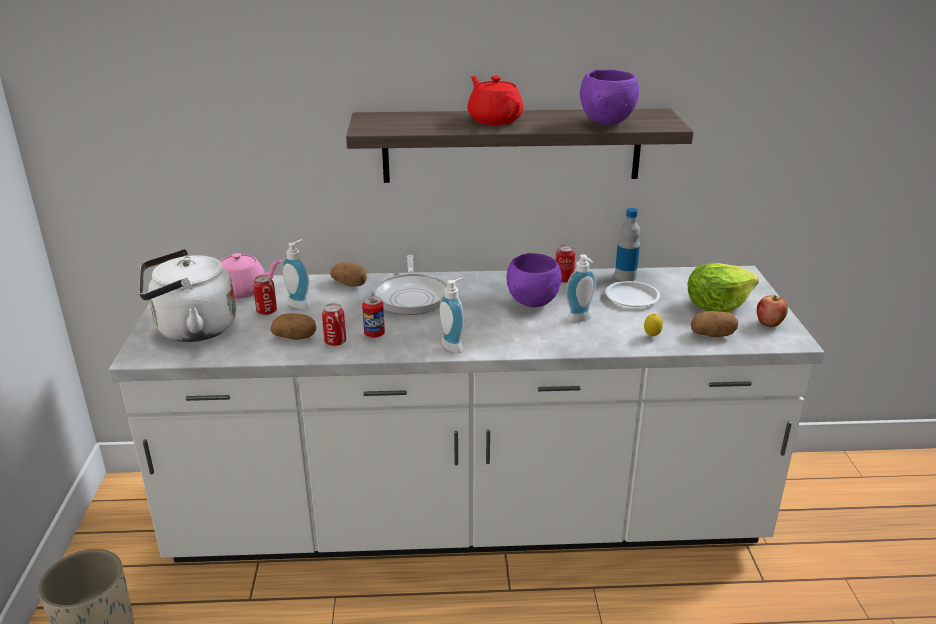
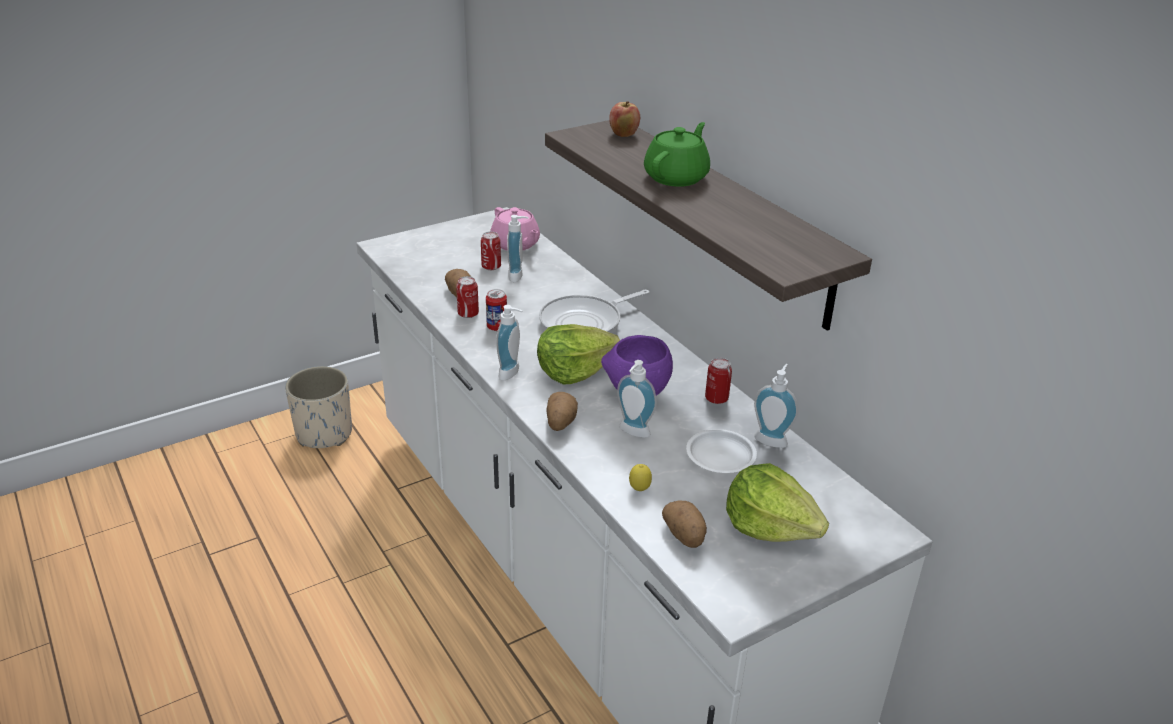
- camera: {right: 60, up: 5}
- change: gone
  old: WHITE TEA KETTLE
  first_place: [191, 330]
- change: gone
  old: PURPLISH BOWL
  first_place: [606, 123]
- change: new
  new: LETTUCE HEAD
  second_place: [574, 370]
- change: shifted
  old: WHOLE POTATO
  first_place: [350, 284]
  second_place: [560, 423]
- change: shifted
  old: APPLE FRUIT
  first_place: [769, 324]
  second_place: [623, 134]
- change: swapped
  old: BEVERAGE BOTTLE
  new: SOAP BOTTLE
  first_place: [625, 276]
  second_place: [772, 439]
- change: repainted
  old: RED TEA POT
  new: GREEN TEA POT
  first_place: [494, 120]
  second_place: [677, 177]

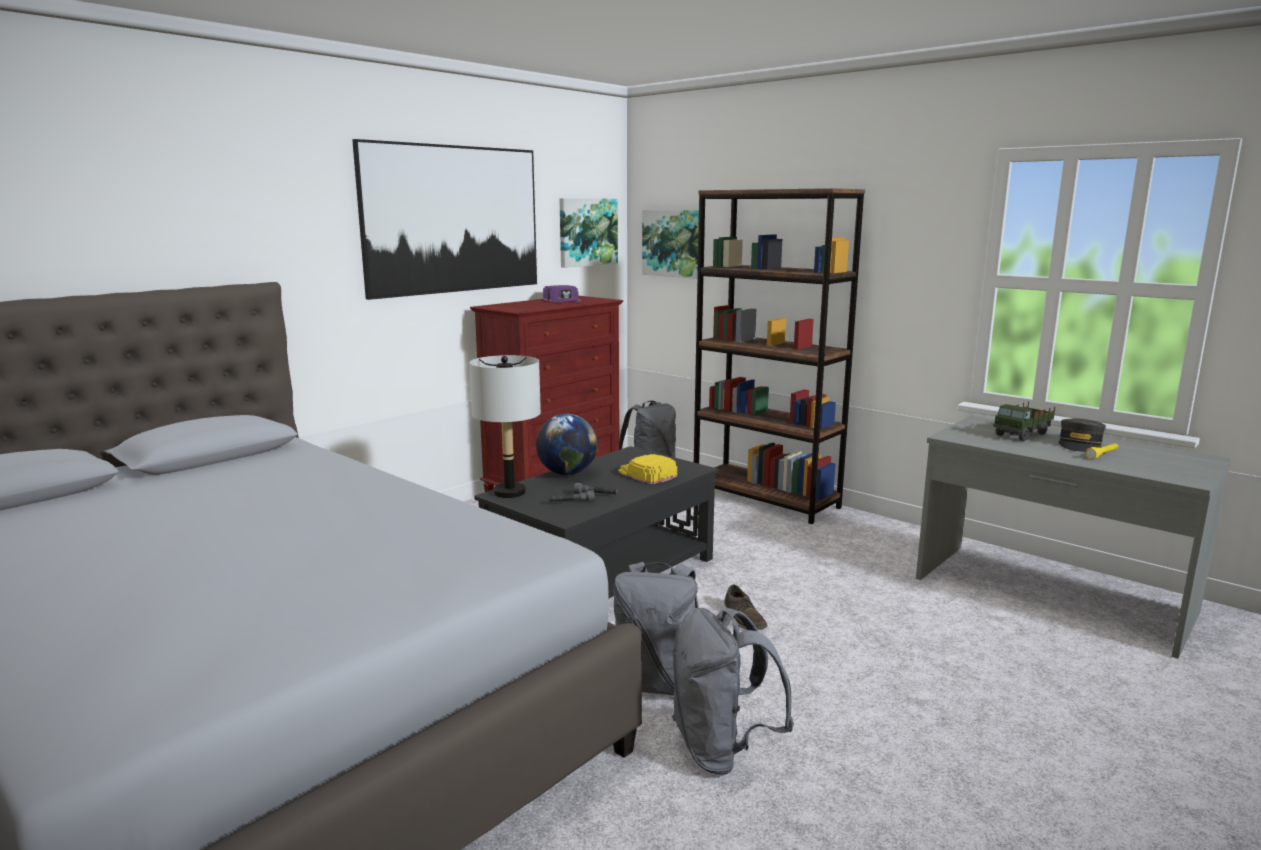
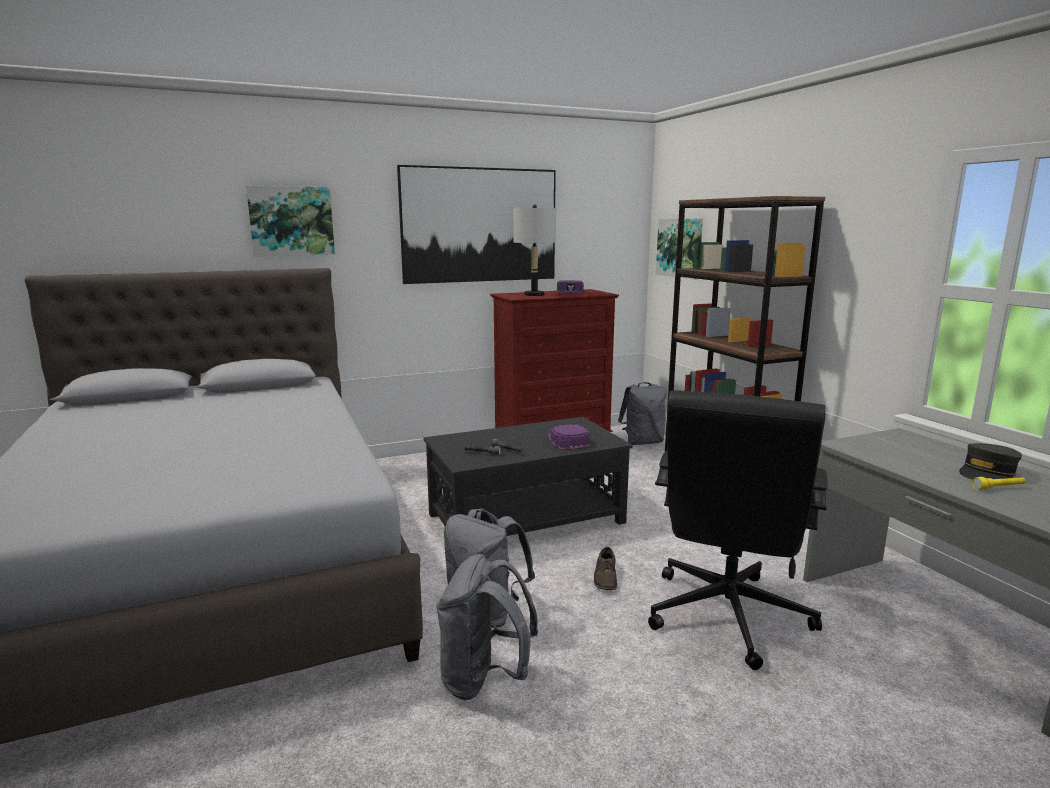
- camera: {right: 25, up: 0}
- change: gone
  old: WORLD GLOBE
  first_place: [567, 473]
- change: gone
  old: MODEL TRUCK
  first_place: [1022, 434]
- change: new
  new: BLACK DESK CHAIR
  second_place: [728, 613]
- change: shifted
  old: GRAY TABLE LAMP
  first_place: [509, 492]
  second_place: [534, 295]
- change: shifted
  old: WALL ART
  first_place: [587, 232]
  second_place: [291, 221]
- change: repainted
  old: YELLOW-COLOURED CAP
  new: PURPLISH CAP
  first_place: [646, 474]
  second_place: [567, 440]

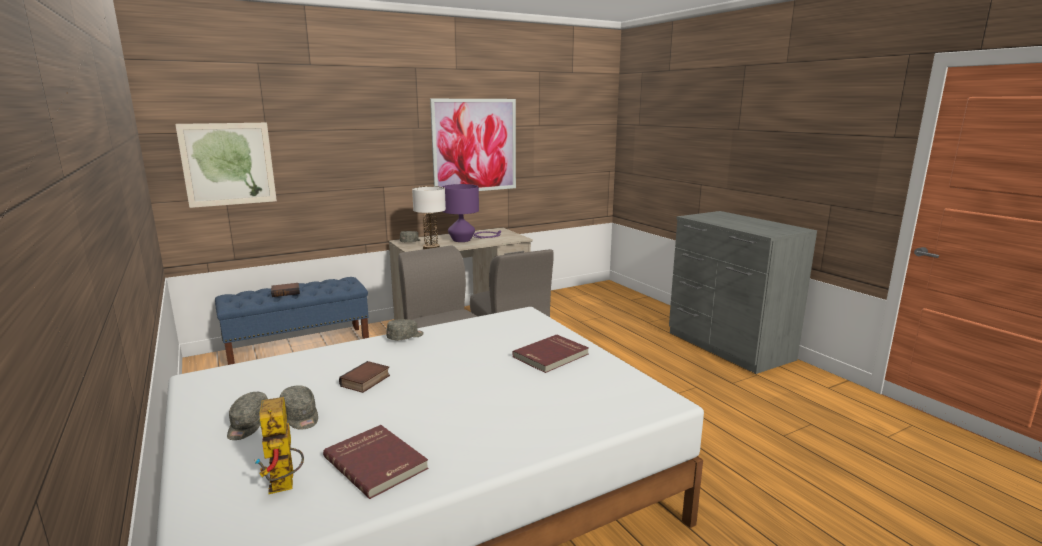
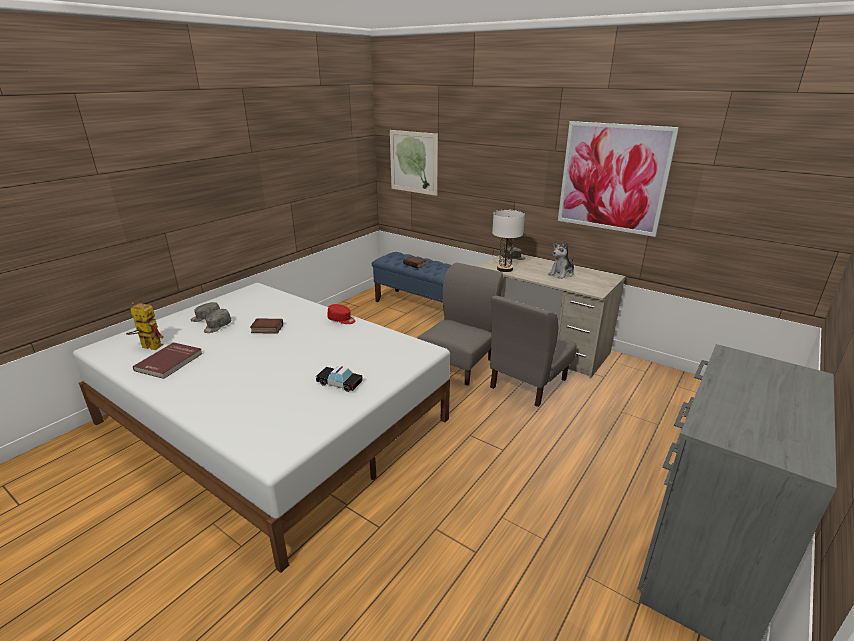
- camera: {right: 65, up: 10}
- change: swapped
  old: PURPLISH TABLE LAMP
  new: SOFT TOY
  first_place: [471, 238]
  second_place: [561, 274]
- change: swapped
  old: RED BOOK
  new: MINIATURE CAR
  first_place: [551, 356]
  second_place: [339, 383]
- change: repainted
  old: GRAY CAP
  new: RED CAP
  first_place: [405, 337]
  second_place: [341, 320]
- change: rotated
  old: TOY ROBOT
  first_place: [285, 486]
  second_place: [147, 346]
  degrees: 60

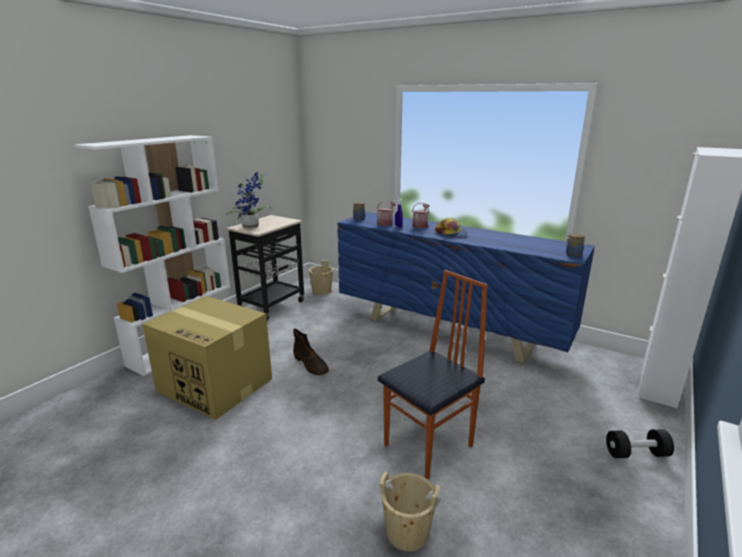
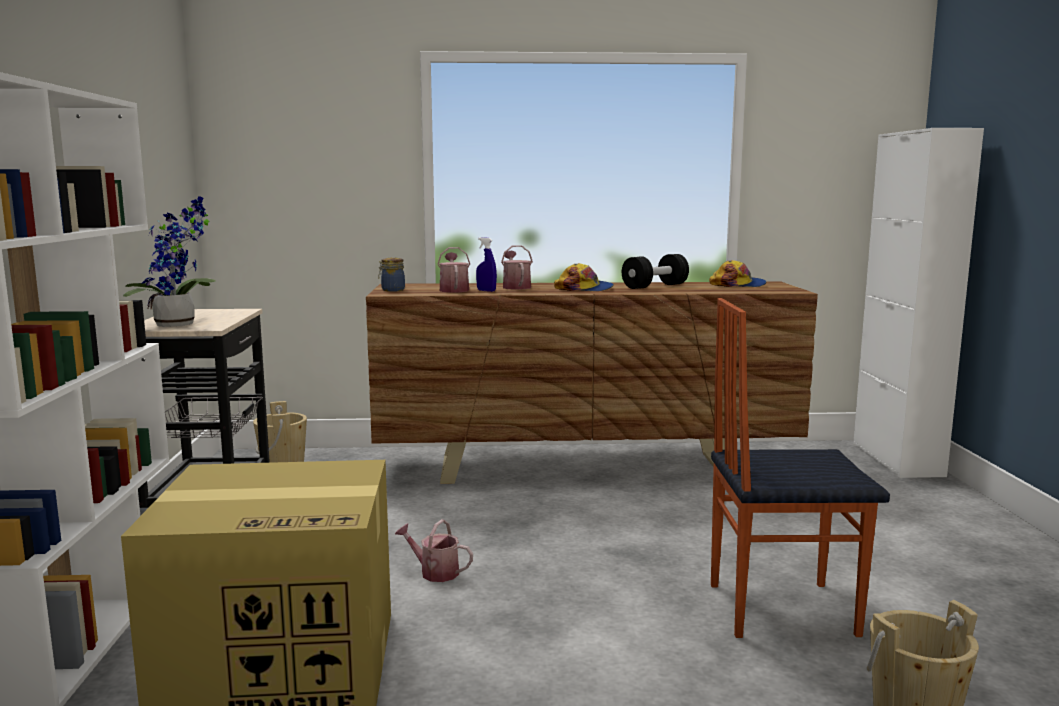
- camera: {right: -35, up: -10}
- change: gone
  old: JAR
  first_place: [572, 255]
- change: new
  new: CAP
  second_place: [738, 285]
- change: shifted
  old: BLACK HAND WEIGHT
  first_place: [636, 453]
  second_place: [655, 286]
- change: swapped
  old: BROWN HIGH-TOP BOOT
  new: WATERING POT
  first_place: [311, 365]
  second_place: [435, 572]
- change: repainted
  old: BLUISH STORAGE CABINET
  new: BROWN STORAGE CABINET
  first_place: [449, 331]
  second_place: [587, 468]
- change: rotated
  old: UPRIGHT CHAIR
  first_place: [430, 446]
  second_place: [779, 608]
  degrees: -105

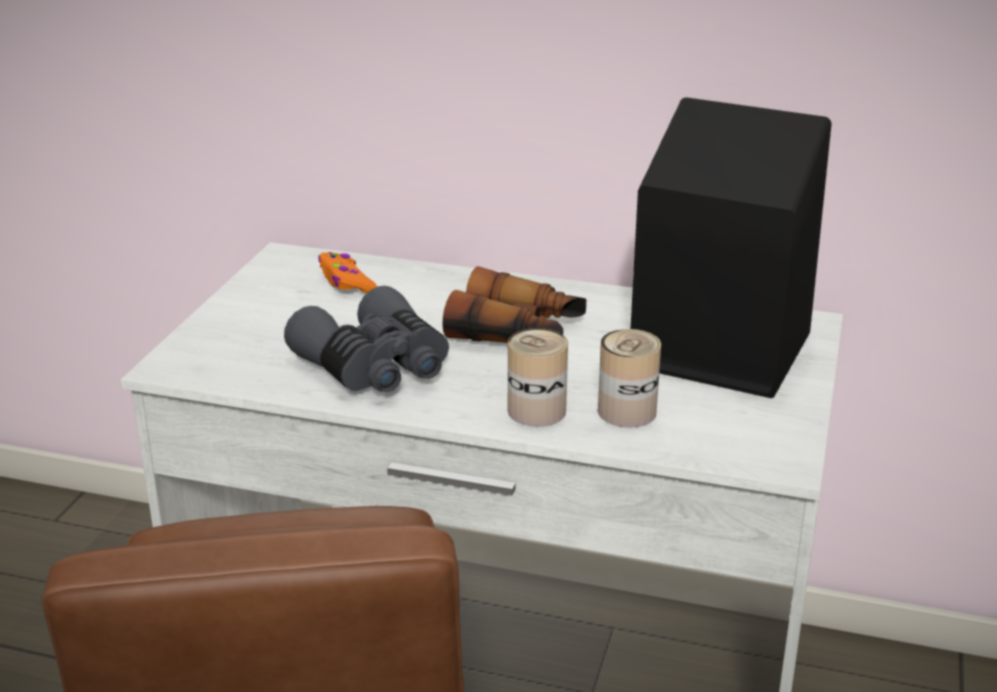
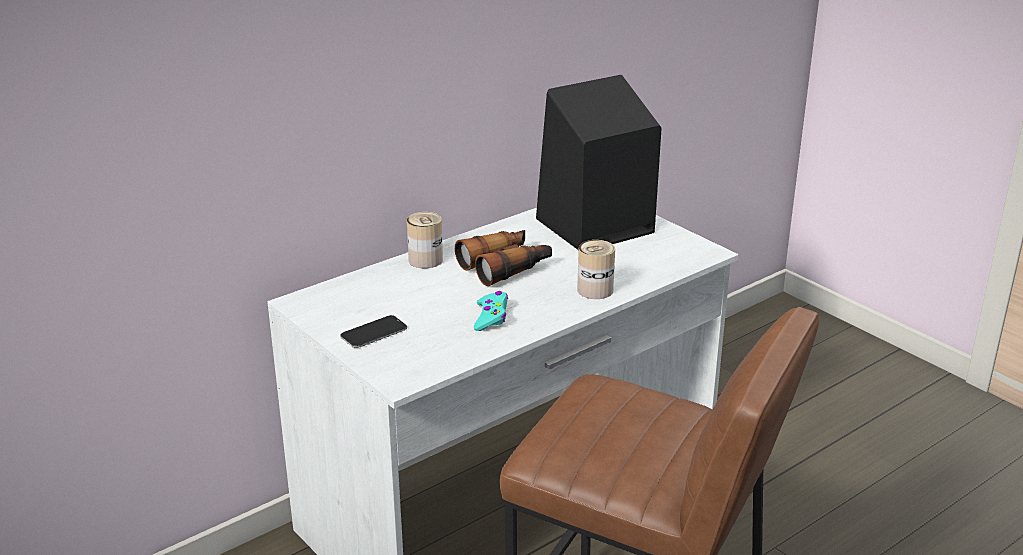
- camera: {right: -55, up: 0}
- change: gone
  old: ORANGE GAME CONTROLLER
  first_place: [346, 282]
- change: new
  new: PHONE
  second_place: [374, 333]
- change: shifted
  old: SEALED CAN
  first_place: [627, 411]
  second_place: [425, 260]
- change: swapped
  old: GRAY PAIR OF BINOCULARS
  new: TURQUOISE GAME CONTROLLER
  first_place: [376, 367]
  second_place: [491, 317]

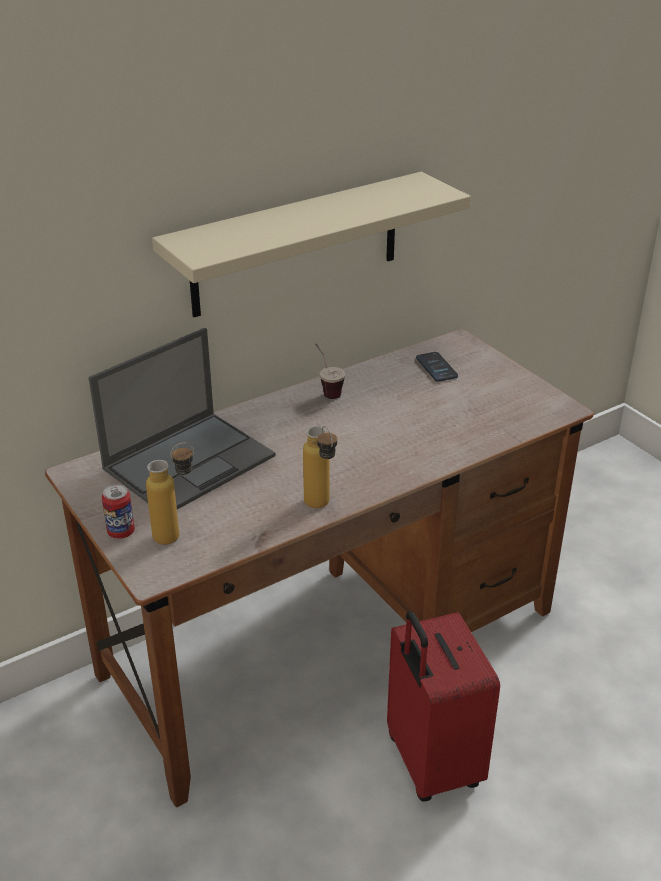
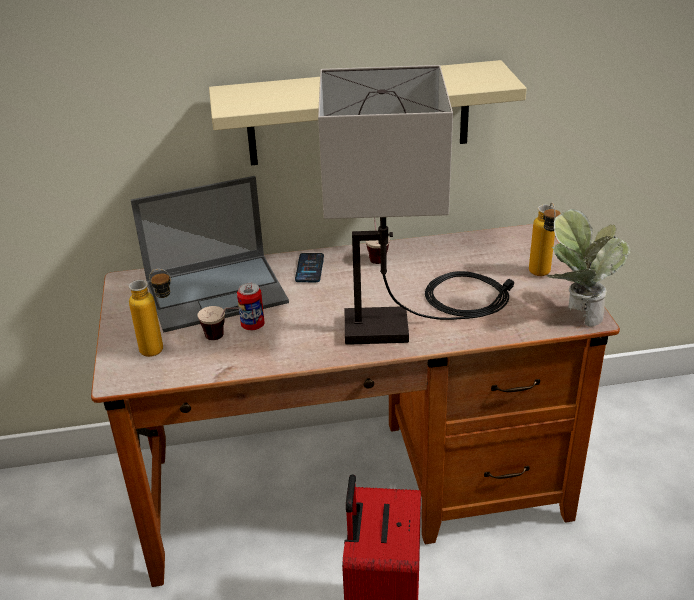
- camera: {right: 25, up: 0}
- change: new
  new: SMALL CUP
  second_place: [223, 338]
- change: new
  new: TABLE LAMP
  second_place: [418, 316]
- change: new
  new: POTTED PLANT
  second_place: [577, 313]
- change: shifted
  old: SEALED CAN
  first_place: [121, 532]
  second_place: [252, 325]
- change: shifted
  old: BEVERAGE BOTTLE
  first_place: [321, 507]
  second_place: [541, 276]
- change: shifted
  old: PHONE
  first_place: [436, 367]
  second_place: [309, 268]

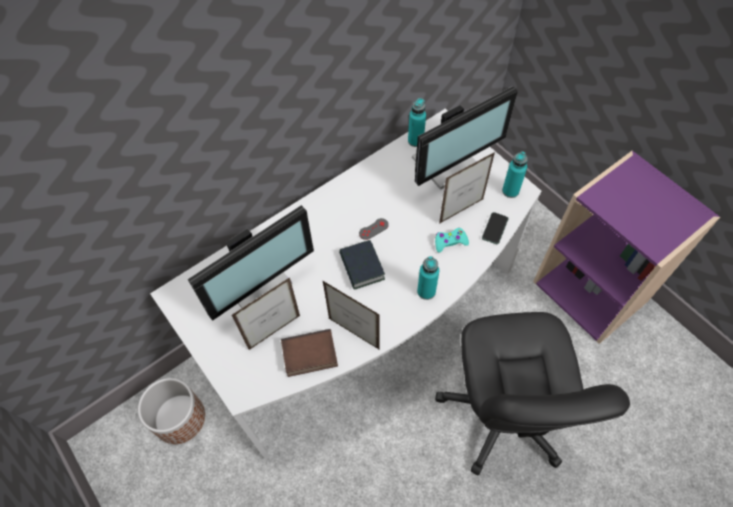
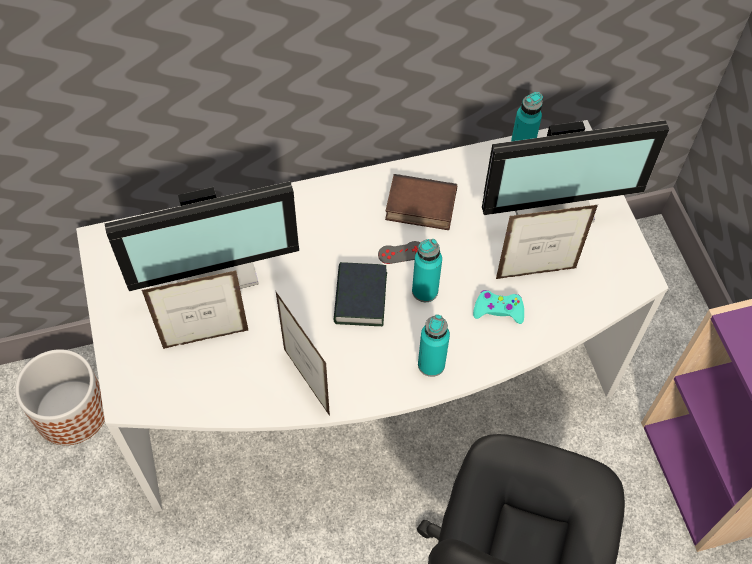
- camera: {right: 20, up: 0}
- change: gone
  old: PHONE
  first_place: [495, 228]
- change: shifted
  old: BOOK
  first_place: [309, 356]
  second_place: [419, 208]
- change: shifted
  old: TURQUOISE BEVERAGE BOTTLE
  first_place: [510, 191]
  second_place: [425, 291]

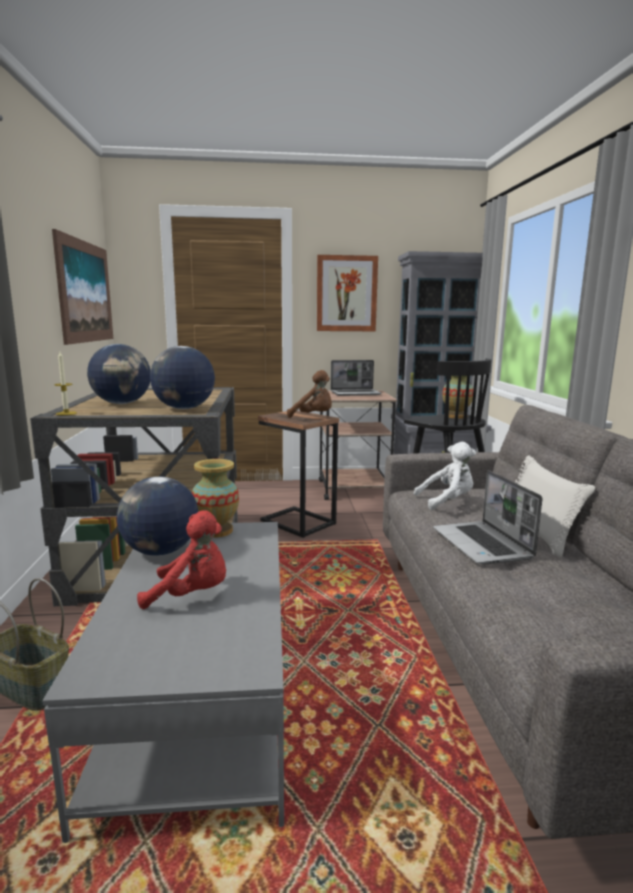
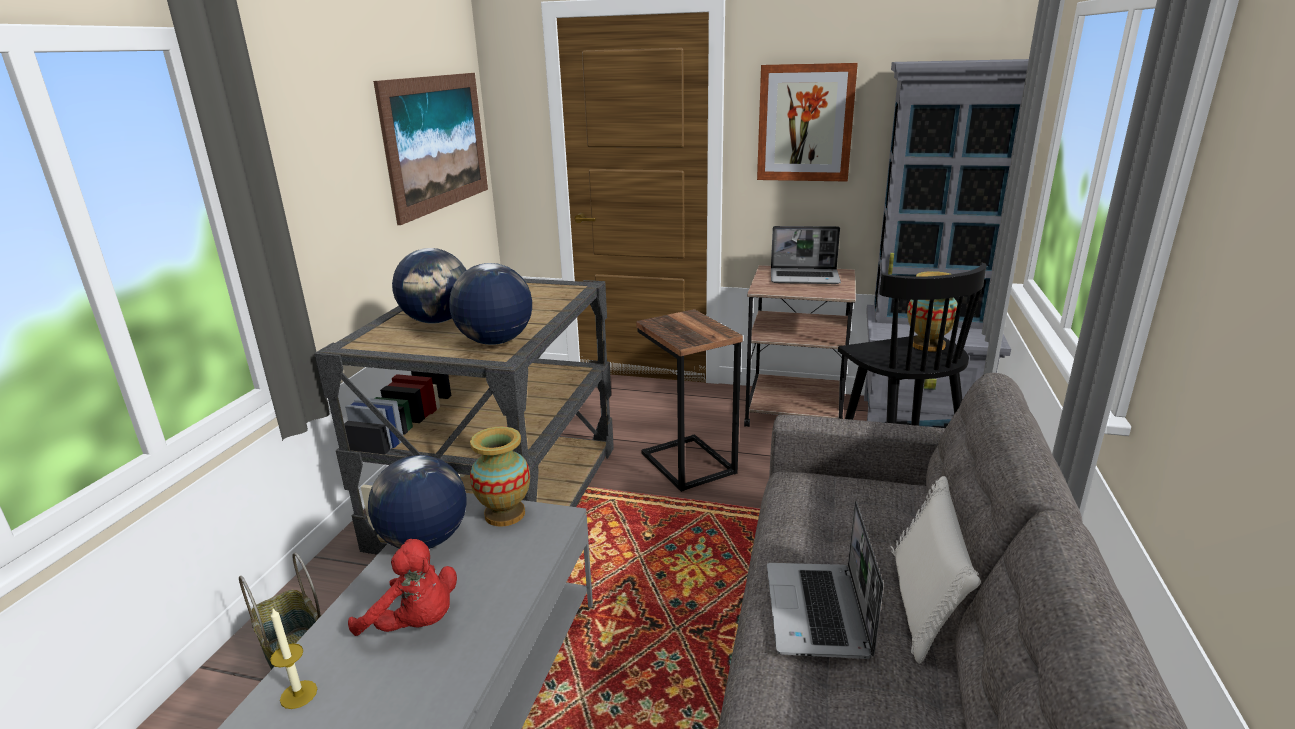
- camera: {right: 20, up: 10}
- change: gone
  old: BROWN SOFT TOY
  first_place: [314, 417]
- change: gone
  old: WHITE SOFT TOY
  first_place: [447, 501]
- change: shifted
  old: WAX LIGHT
  first_place: [66, 413]
  second_place: [298, 694]

